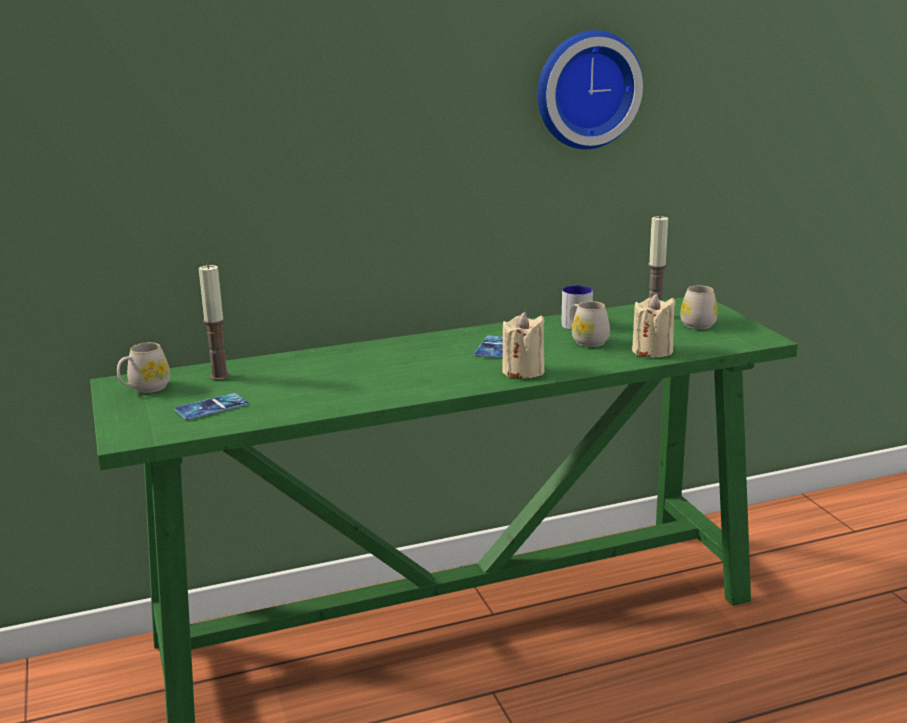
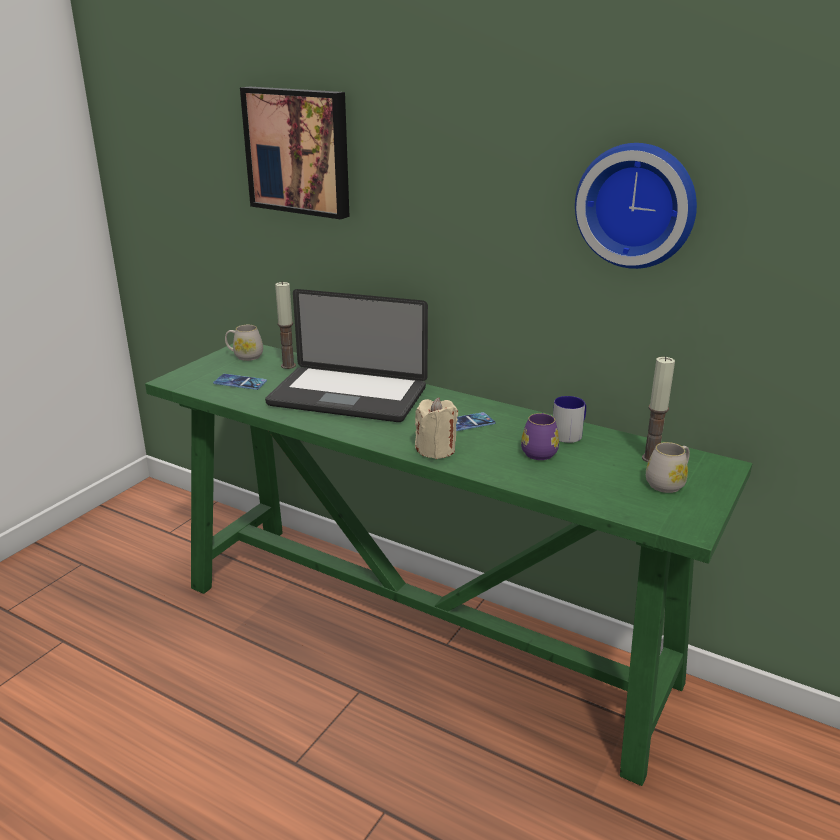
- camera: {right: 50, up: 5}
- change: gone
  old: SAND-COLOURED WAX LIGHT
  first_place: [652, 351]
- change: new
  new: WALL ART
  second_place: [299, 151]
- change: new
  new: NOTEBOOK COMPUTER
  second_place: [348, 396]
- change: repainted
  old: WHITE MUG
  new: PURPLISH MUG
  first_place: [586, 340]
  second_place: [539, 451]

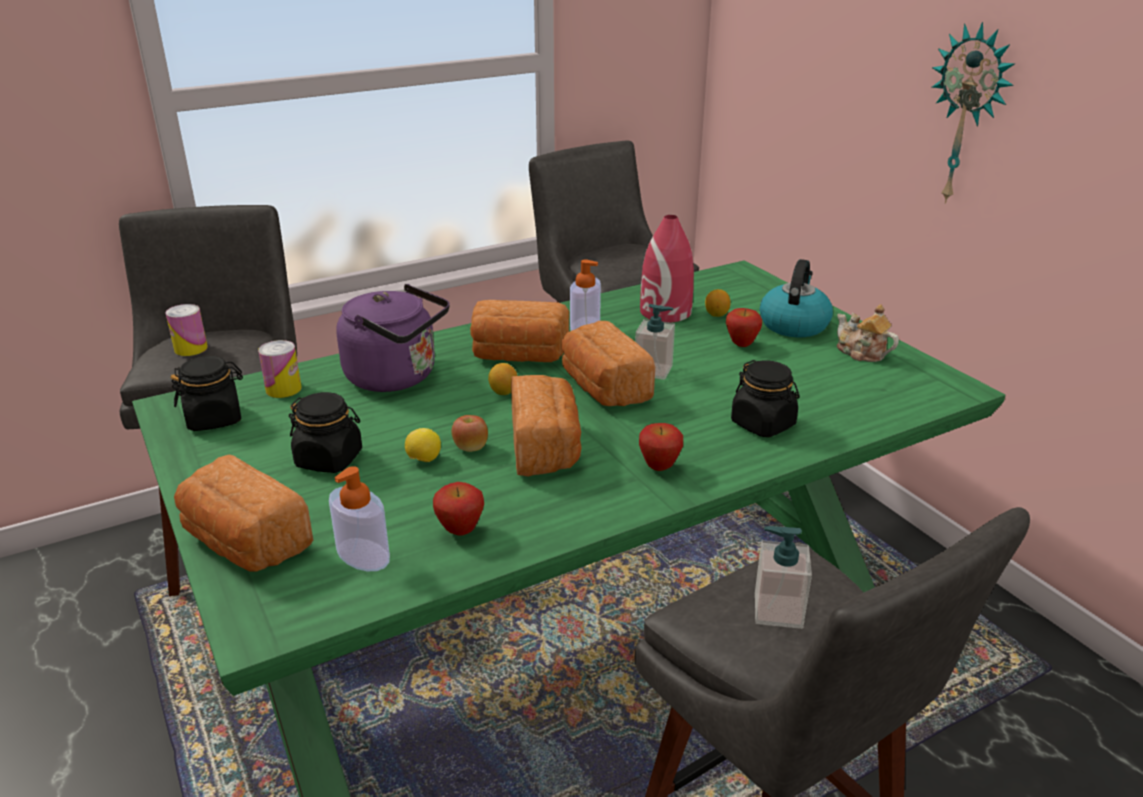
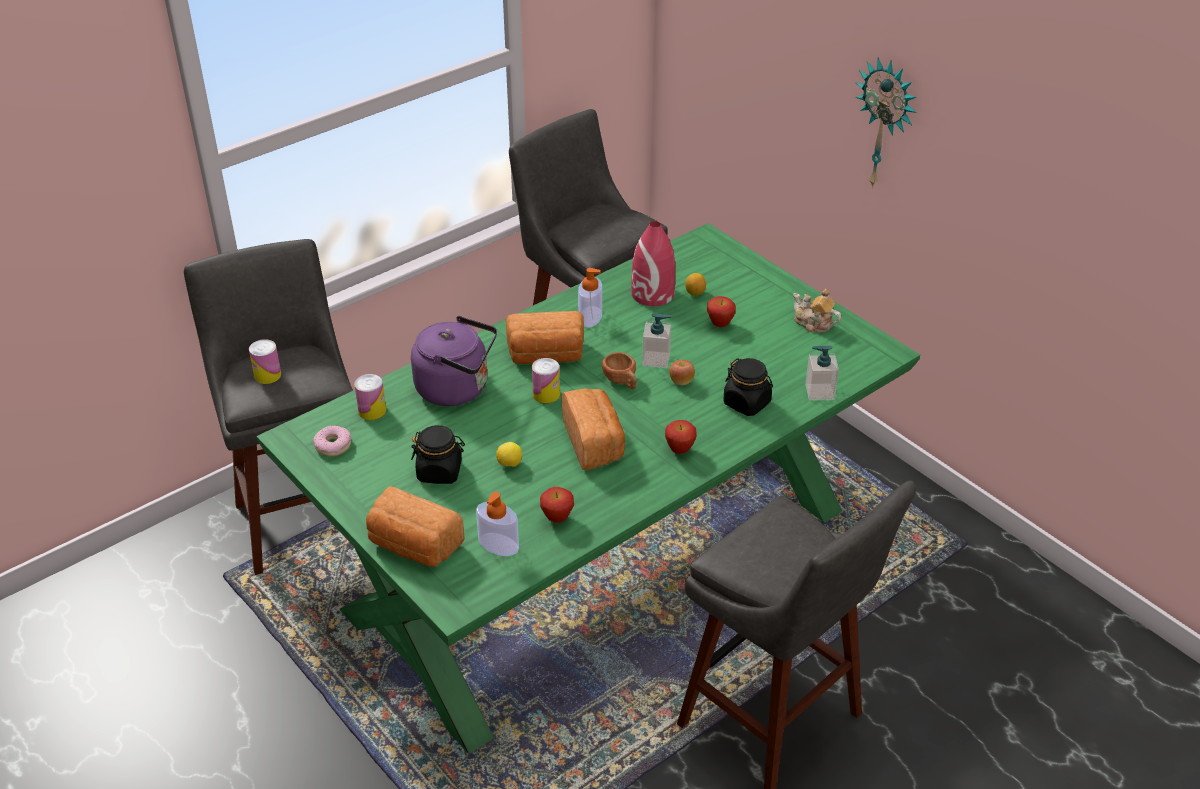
- camera: {right: -10, up: 10}
- change: gone
  old: TEA KETTLE
  first_place: [793, 324]
- change: shifted
  old: APPLE FRUIT
  first_place: [470, 448]
  second_place: [681, 382]
- change: shifted
  old: SOAP BOTTLE
  first_place: [777, 610]
  second_place: [819, 392]
- change: swapped
  old: BLACK JAR
  new: RING DOUGHNUT
  first_place: [215, 419]
  second_place: [333, 445]
- change: swapped
  old: CITRUS FRUIT
  new: SEALED CAN
  first_place: [503, 392]
  second_place: [546, 394]
- change: swapped
  old: BAKERY BREAD
  new: BROWN SMALL CUP
  first_place: [603, 388]
  second_place: [621, 382]

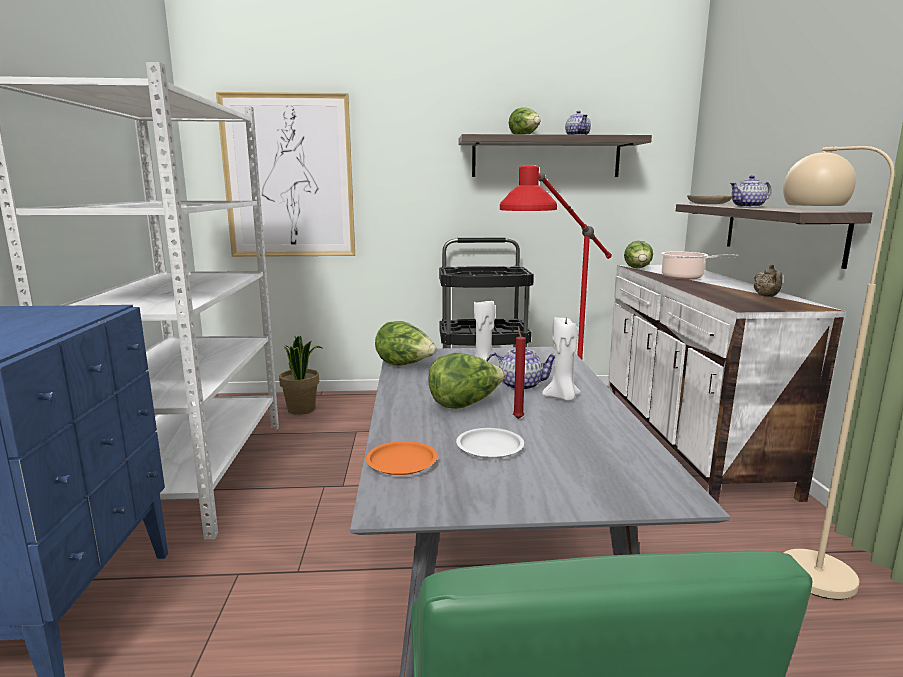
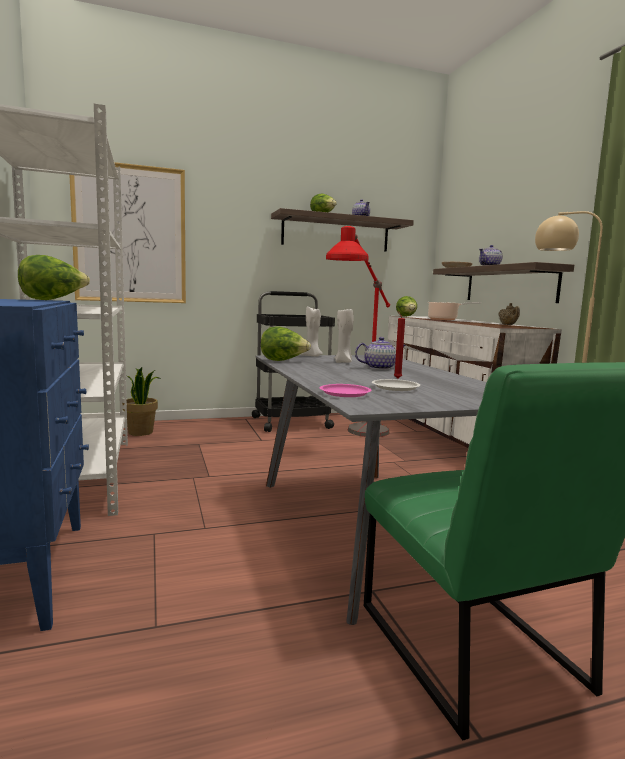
- camera: {right: -15, up: -5}
- change: shifted
  old: LETTUCE HEAD
  first_place: [465, 404]
  second_place: [53, 300]
- change: shifted
  old: WHITE WAX LIGHT
  first_place: [562, 398]
  second_place: [312, 356]
- change: repainted
  old: ORANGE FLAT DISH
  new: PINKISH FLAT DISH
  first_place: [402, 462]
  second_place: [345, 393]

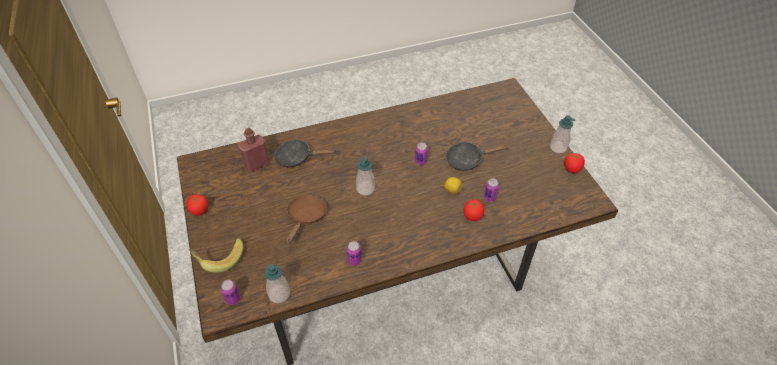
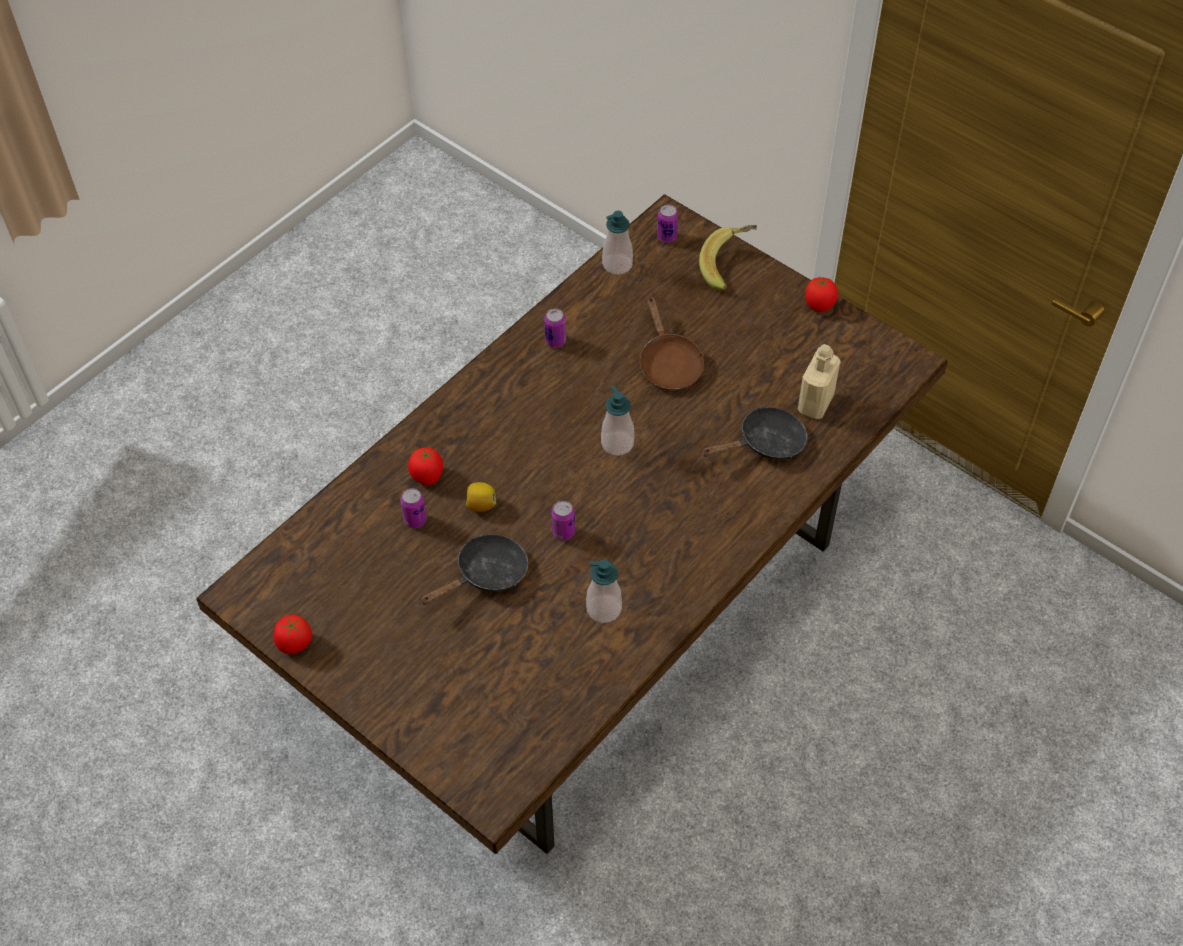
- camera: {right: 150, up: 5}
- change: shifted
  old: SOAP BOTTLE
  first_place: [558, 147]
  second_place: [604, 609]
- change: repainted
  old: RED BEVERAGE BOTTLE
  new: SAND-COLOURED BEVERAGE BOTTLE
  first_place: [257, 164]
  second_place: [815, 403]

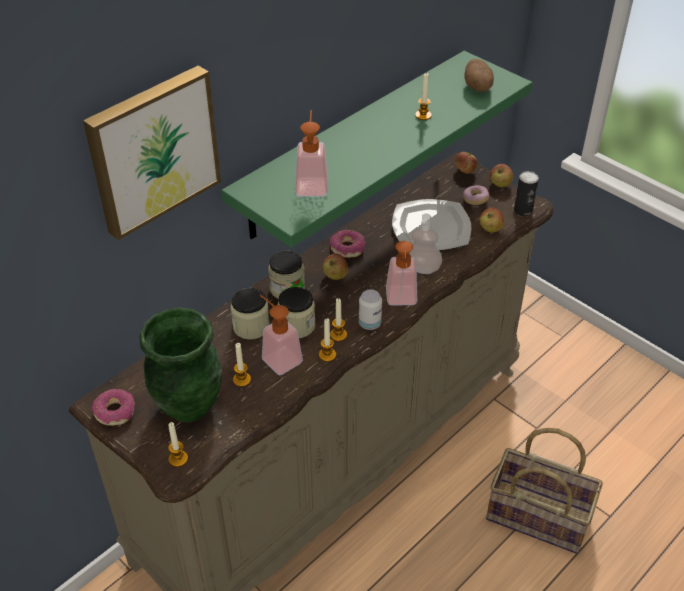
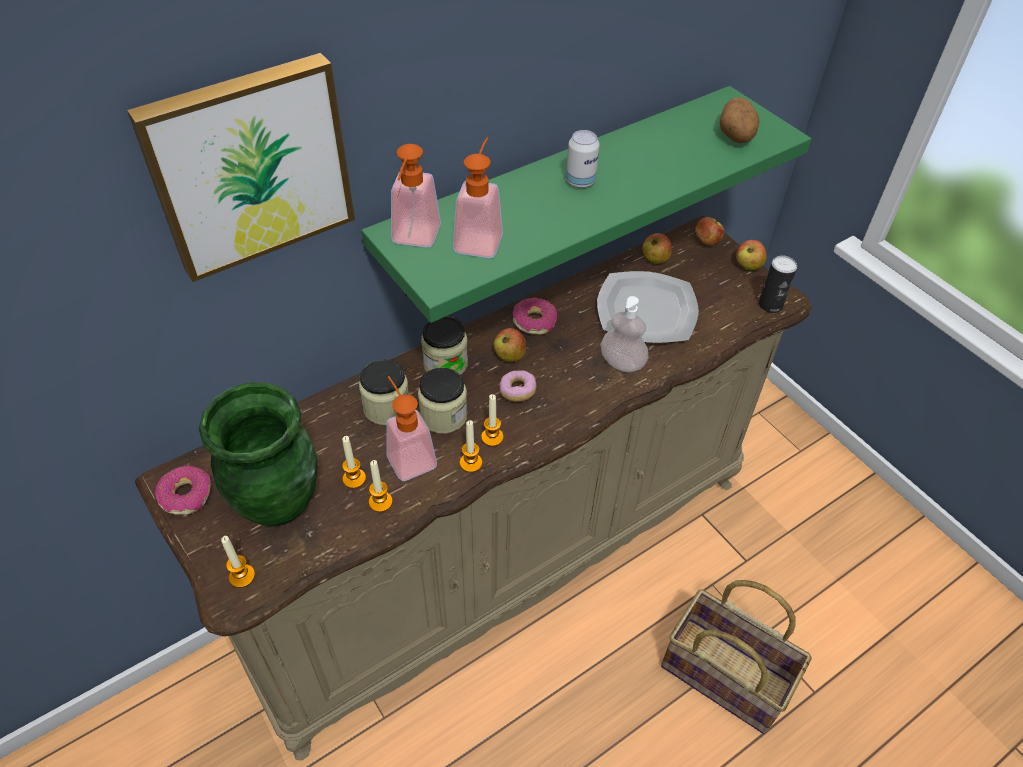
- camera: {right: 10, up: 5}
- change: shifted
  old: SEALED CAN
  first_place: [369, 323]
  second_place: [580, 181]
- change: shifted
  old: SOAP BOTTLE
  first_place: [401, 301]
  second_place: [414, 240]
- change: shifted
  old: WAX LIGHT
  first_place: [423, 115]
  second_place: [380, 502]
- change: shifted
  old: RING DOUGHNUT
  first_place: [475, 200]
  second_place: [517, 391]
- change: shifted
  old: APPLE FRUIT
  first_place: [490, 229]
  second_place: [655, 259]

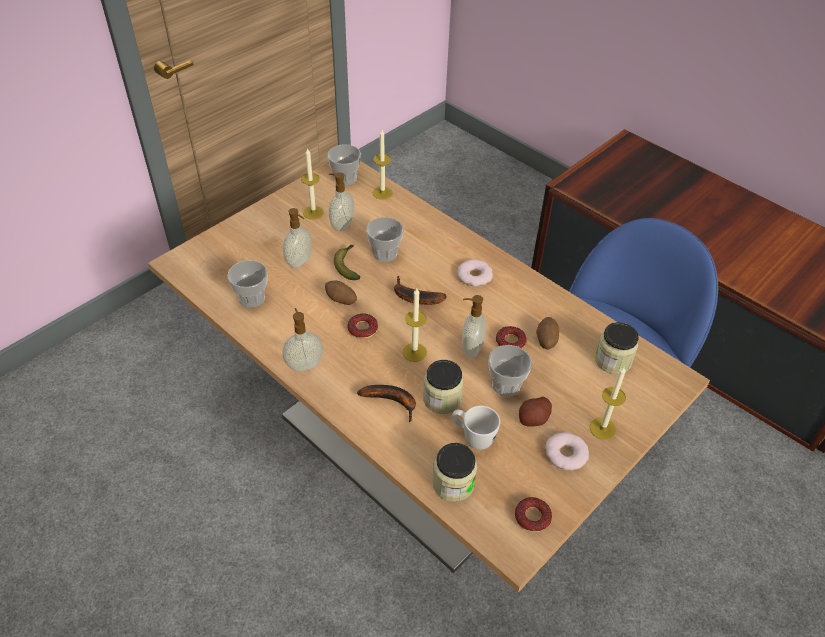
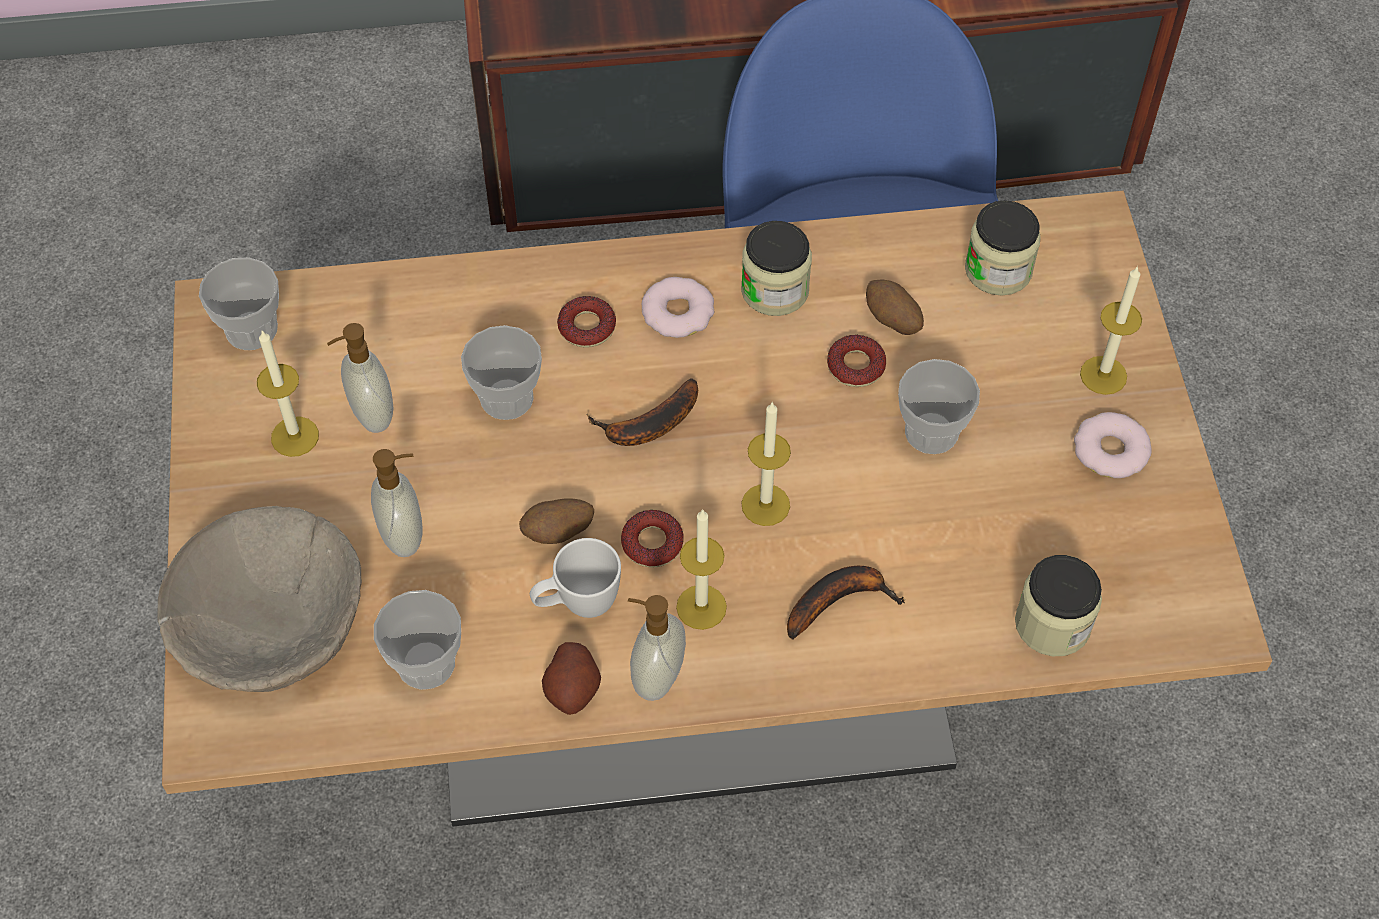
- camera: {right: -50, up: 10}
- change: gone
  old: BANANA FRUIT
  first_place: [348, 265]
- change: gone
  old: SOAP BOTTLE
  first_place: [470, 348]
- change: new
  new: SAND-COLOURED BOWL
  second_place: [270, 623]
- change: shifted
  old: WAX LIGHT
  first_place: [382, 193]
  second_place: [701, 607]
- change: shifted
  old: JAR
  first_place: [442, 399]
  second_place: [775, 290]
- change: shifted
  old: WHITE MUG
  first_place: [472, 438]
  second_place: [577, 604]
- change: shifted
  old: RING DOUGHNUT
  first_place: [532, 517]
  second_place: [587, 327]
- change: shifted
  old: WHOLE POTATO
  first_place: [533, 419]
  second_place: [572, 689]

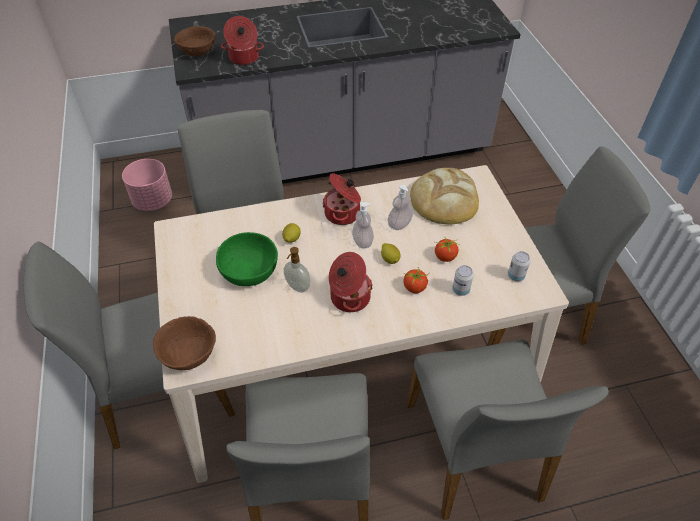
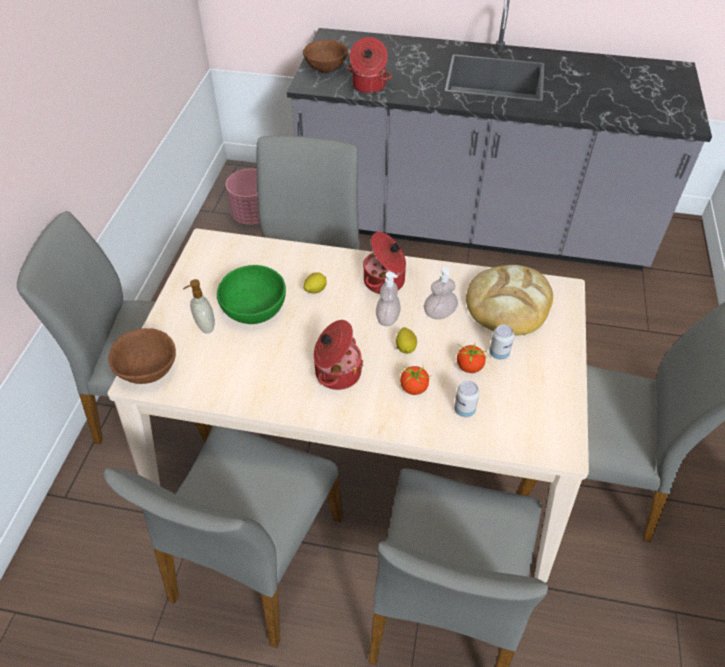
- camera: {right: 25, up: 0}
- change: shifted
  old: SOAP BOTTLE
  first_place: [297, 287]
  second_place: [205, 326]
- change: shifted
  old: SEALED CAN
  first_place: [515, 276]
  second_place: [499, 353]

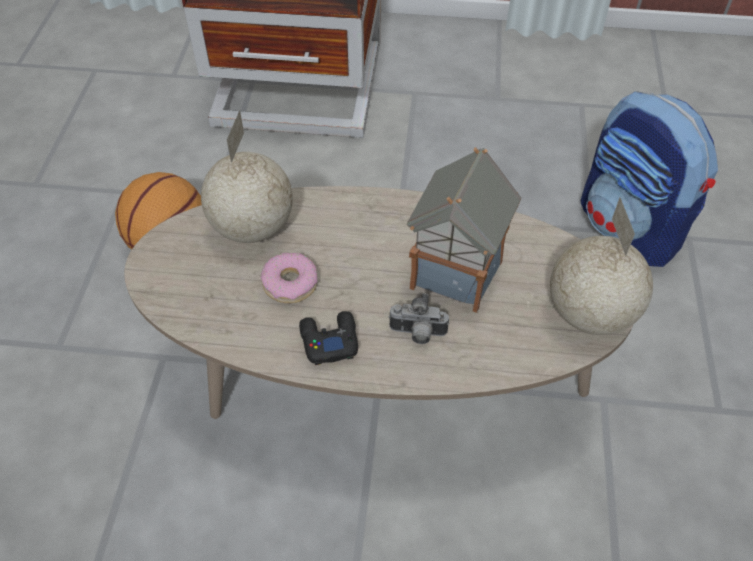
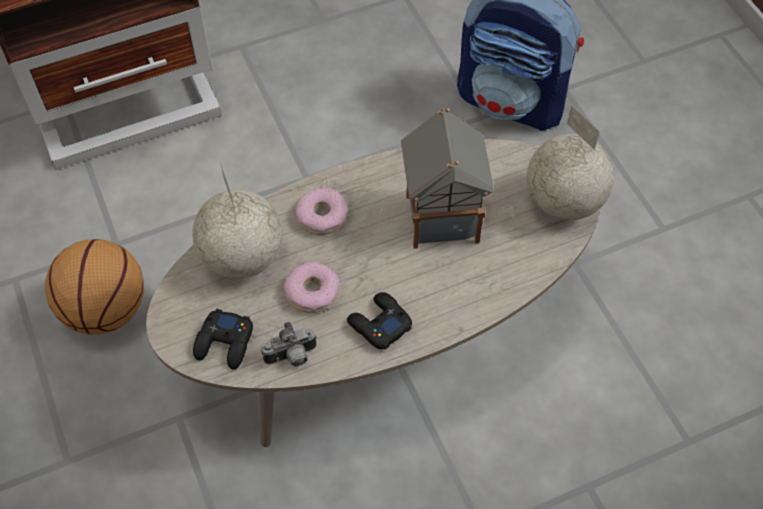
- camera: {right: -30, up: 5}
- change: new
  new: BLACK GAME CONTROLLER
  second_place: [225, 343]
- change: new
  new: RING DOUGHNUT
  second_place: [321, 216]
- change: shifted
  old: STILL CAMERA
  first_place: [417, 334]
  second_place: [292, 357]

